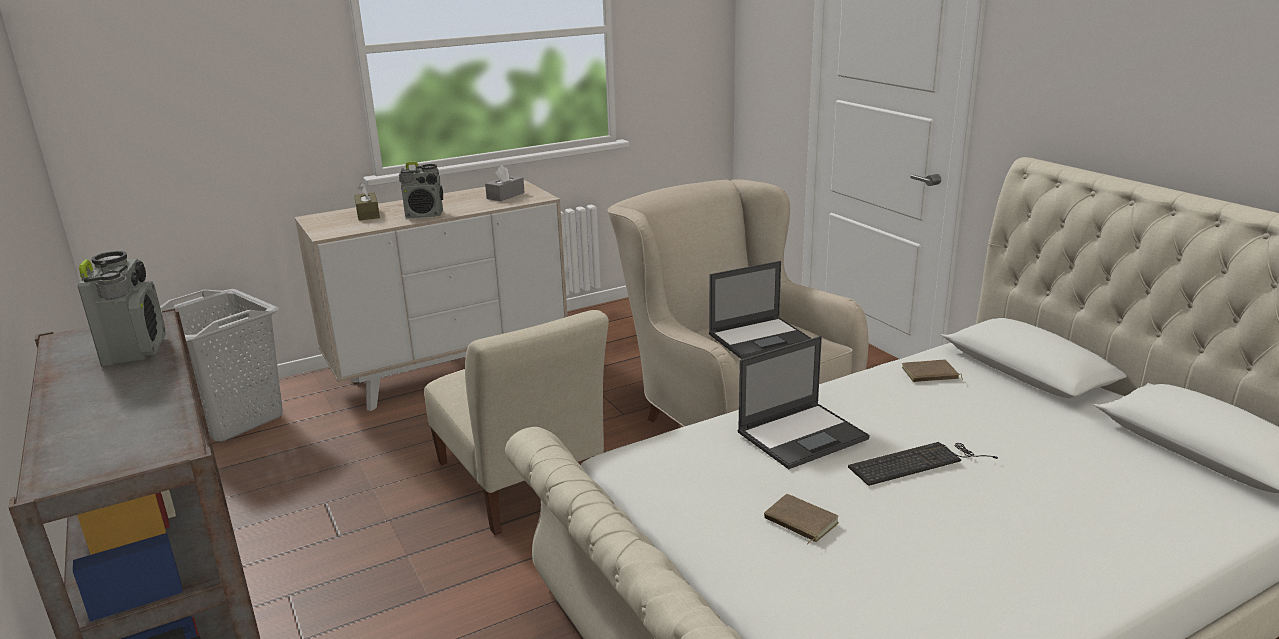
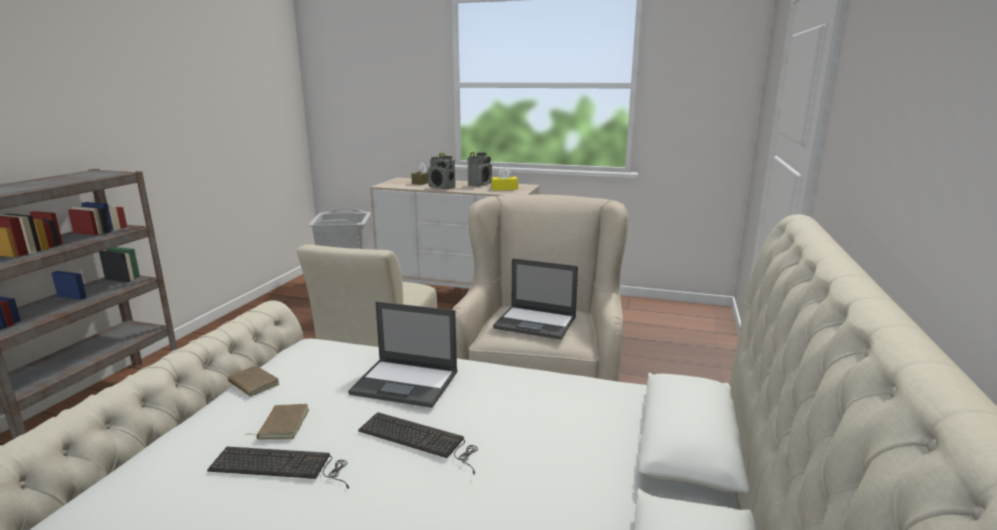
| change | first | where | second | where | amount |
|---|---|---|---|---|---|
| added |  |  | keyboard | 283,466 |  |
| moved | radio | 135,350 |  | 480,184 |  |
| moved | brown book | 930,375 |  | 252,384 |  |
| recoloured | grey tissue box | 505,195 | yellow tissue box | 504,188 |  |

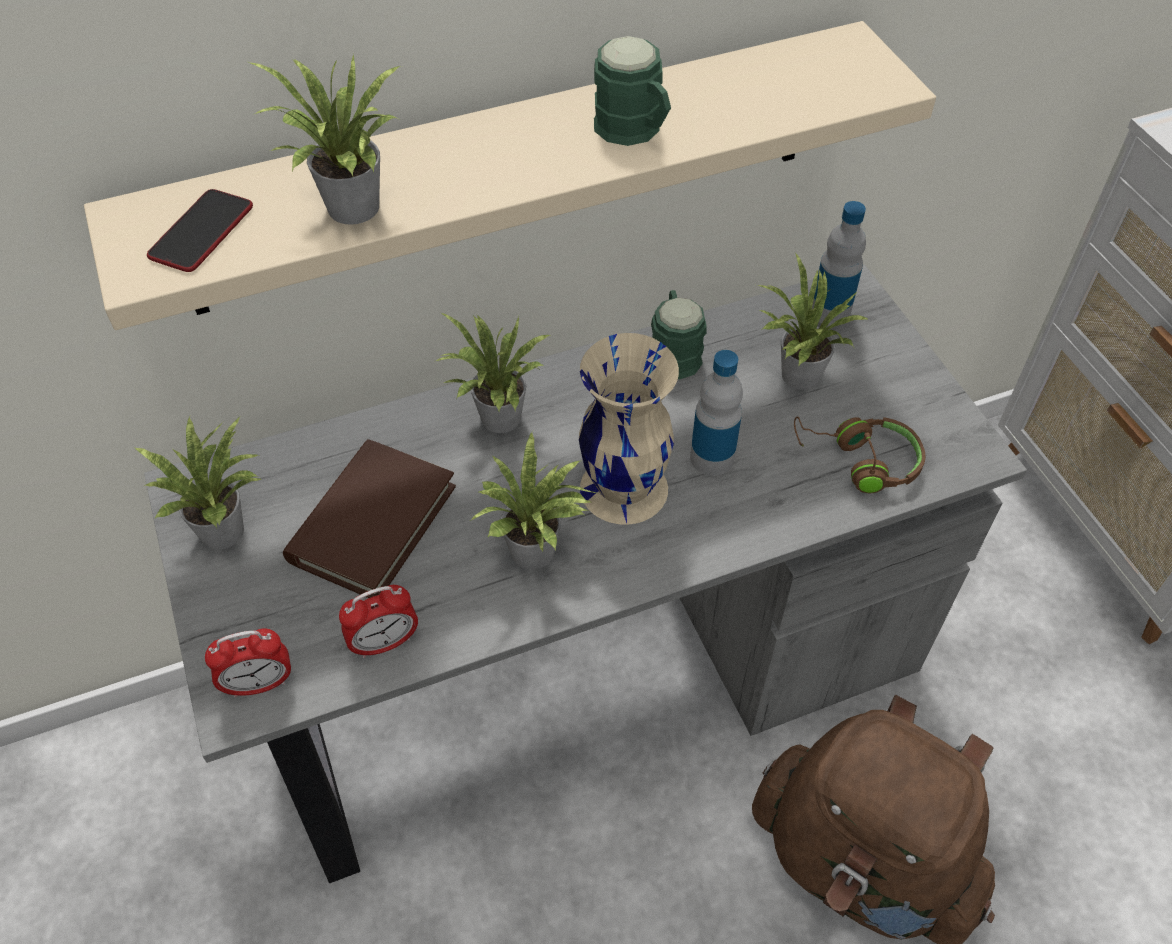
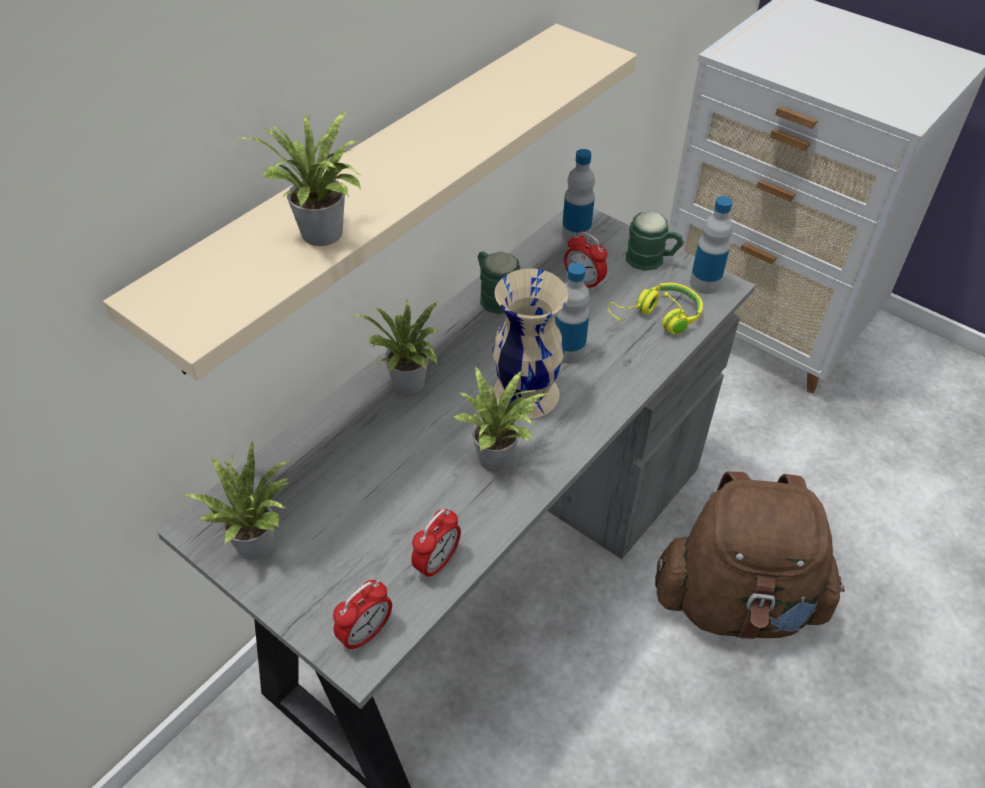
| change | first | where | second | where | amount |
|---|---|---|---|---|---|
| removed | phone | 201,232 |  |  |  |
| removed | brown book | 372,523 |  |  |  |
| added |  |  | bottle | 705,283 |  |
| moved | green mug | 635,131 |  | 652,260 |  |
| replaced | potted plant | 795,376 | alarm clock | 583,282 |  |
| recoloured | brown headphones | 859,461 | yellow headphones | 658,317 |  |

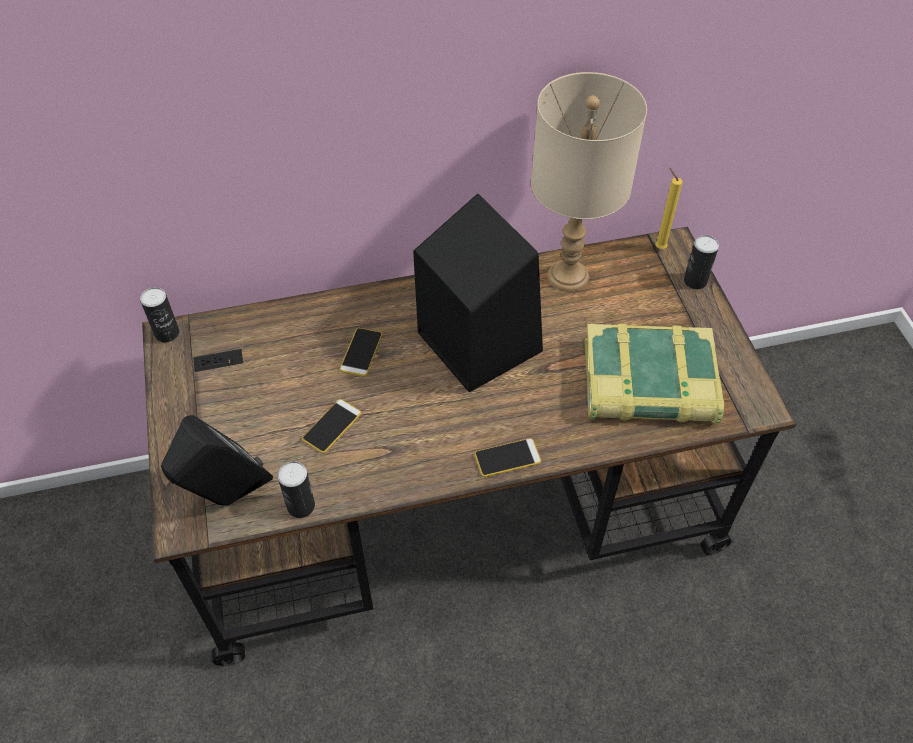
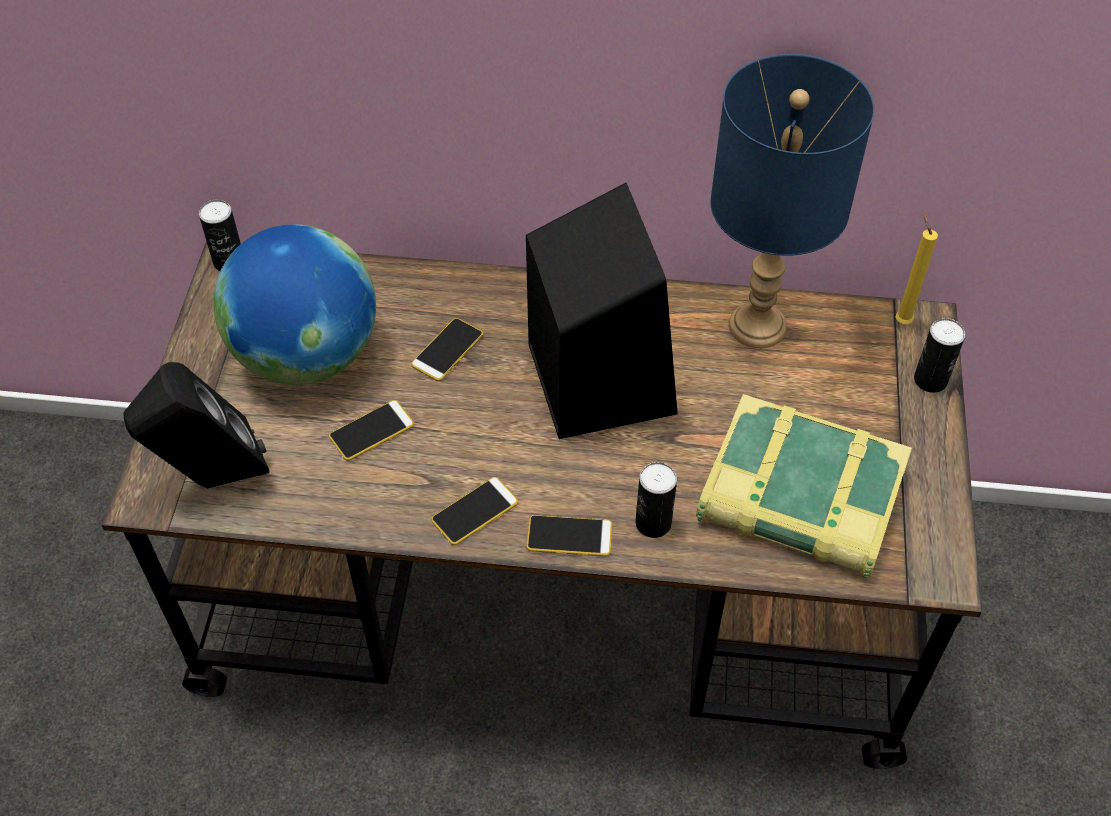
| change | first | where | second | where | amount |
|---|---|---|---|---|---|
| added |  |  | globe | 306,355 |  |
| added |  |  | phone | 474,511 |  |
| moved | can | 301,506 |  | 653,523 |  |
| recoloured | beige table lamp | 569,276 | blue table lamp | 758,326 |  |

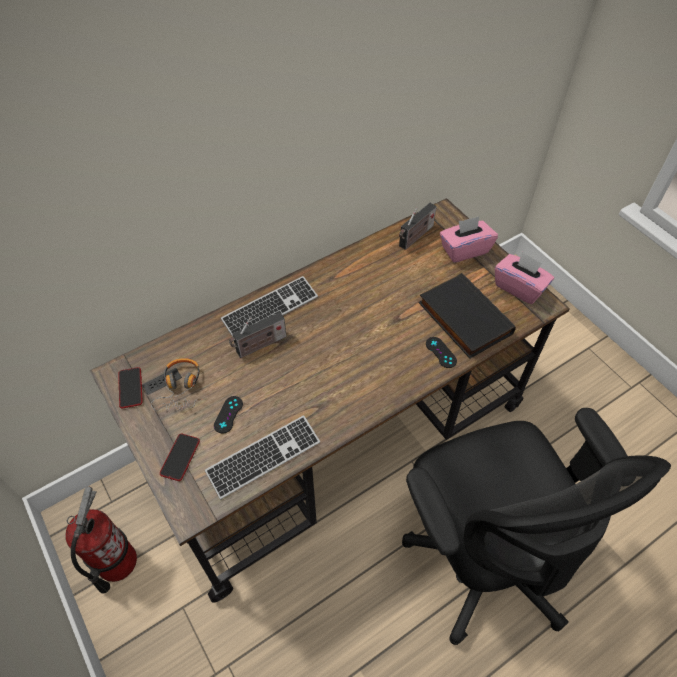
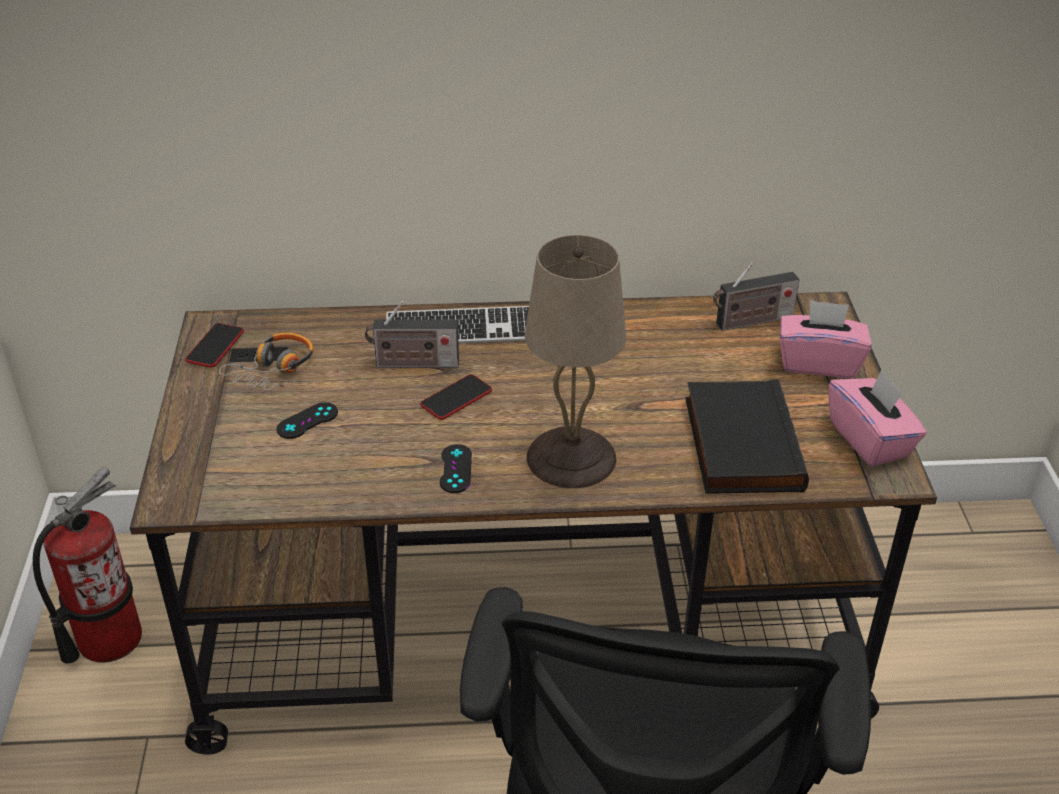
| change | first | where | second | where | amount |
|---|---|---|---|---|---|
| removed | keyboard | 263,457 |  |  |  |
| added |  |  | beige table lamp | 573,458 |  |
| moved | phone | 180,457 |  | 456,398 |  |
| moved | black game controller | 441,352 |  | 455,469 |  |

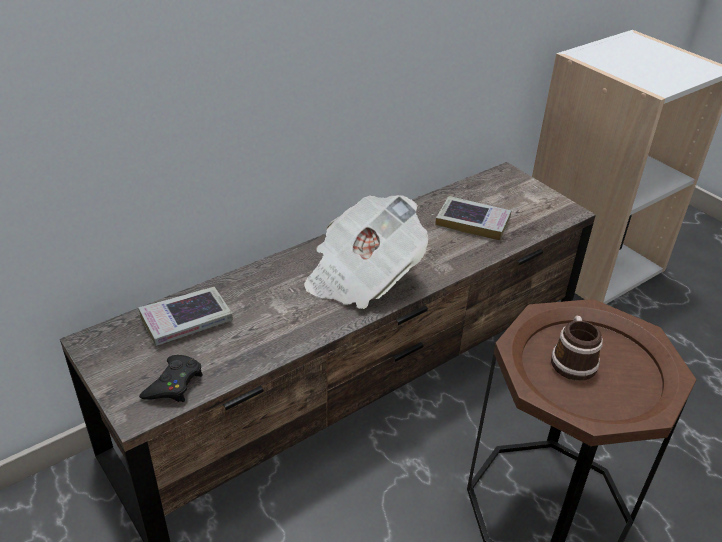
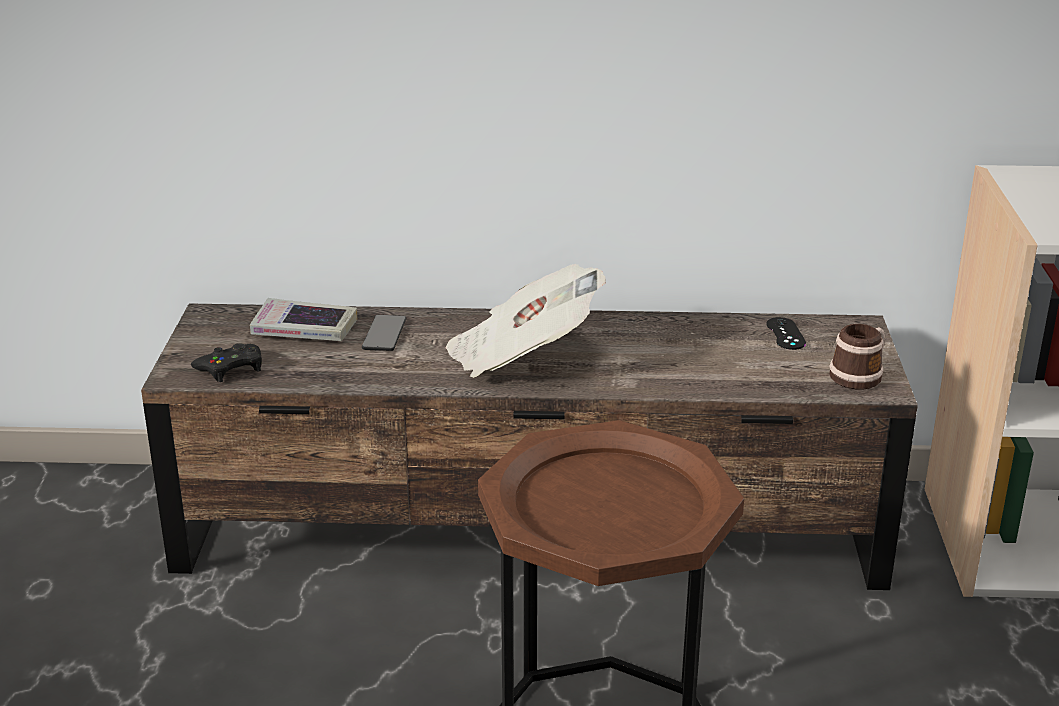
| change | first | where | second | where | amount |
|---|---|---|---|---|---|
| removed | book | 473,222 |  |  |  |
| added |  |  | phone | 384,334 |  |
| added |  |  | black game controller | 785,334 |  |
| moved | mug | 572,360 |  | 860,375 |  |

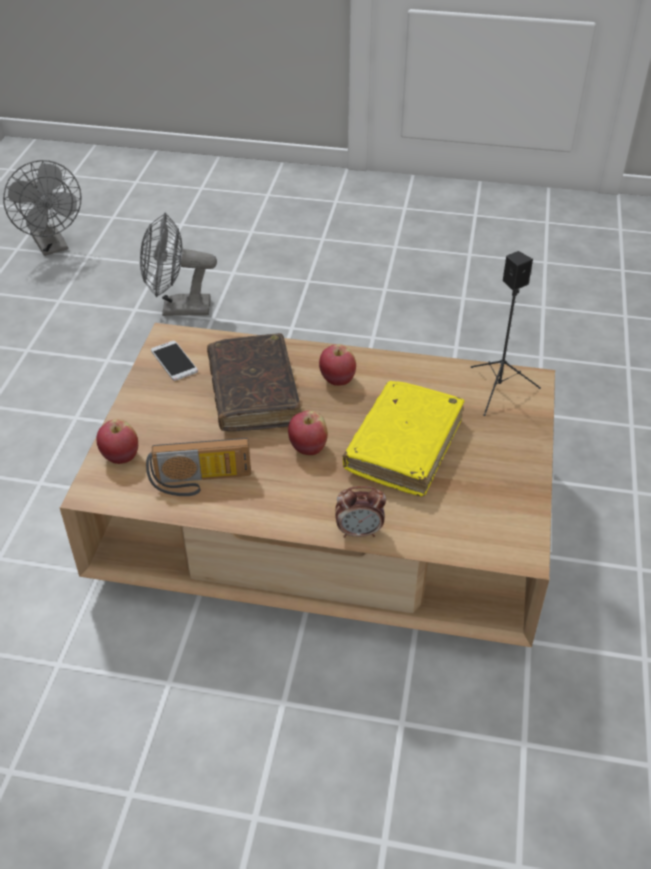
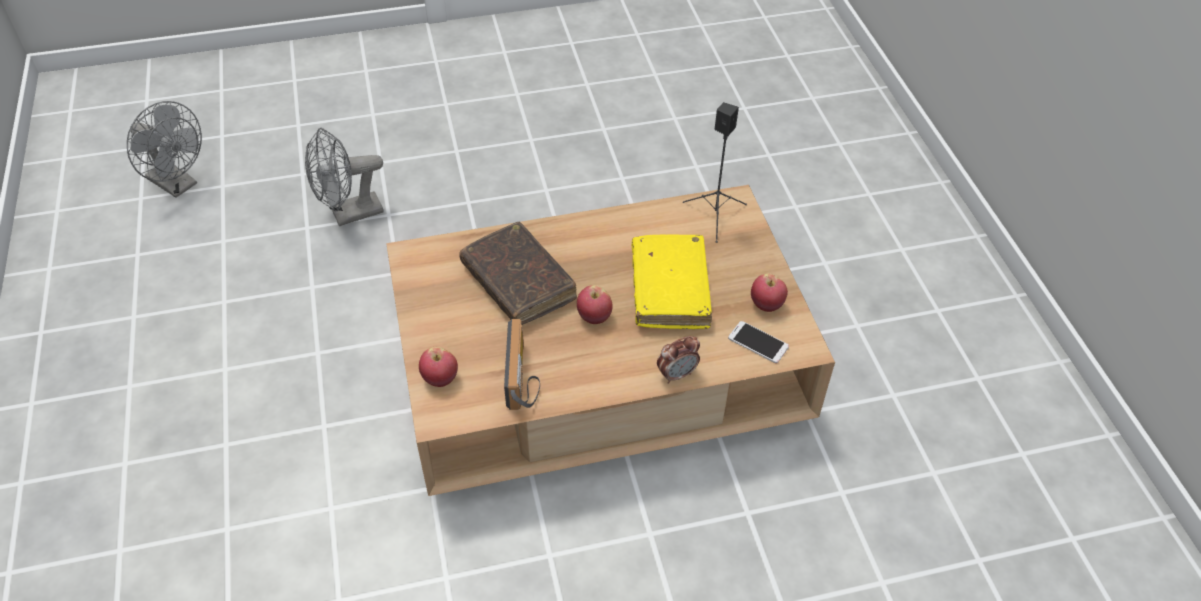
| change | first | where | second | where | amount |
|---|---|---|---|---|---|
| moved | phone | 174,361 |  | 758,342 |  |
| moved | apple | 337,380 |  | 766,305 |  |
| turned | radio | 200,482 |  | 524,378 | 60 degrees counterclockwise |

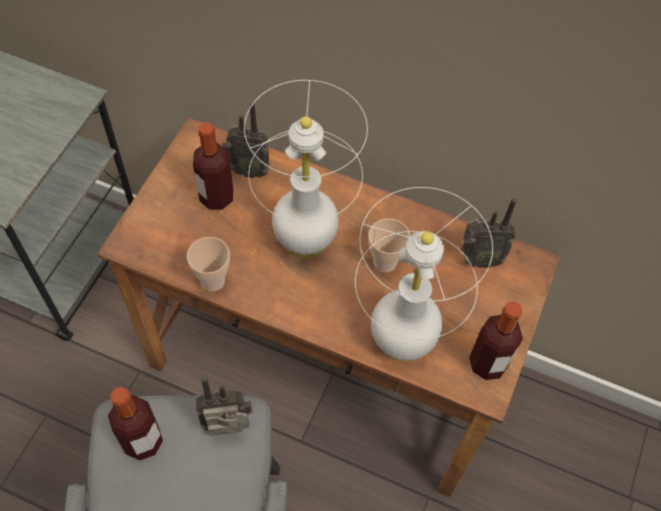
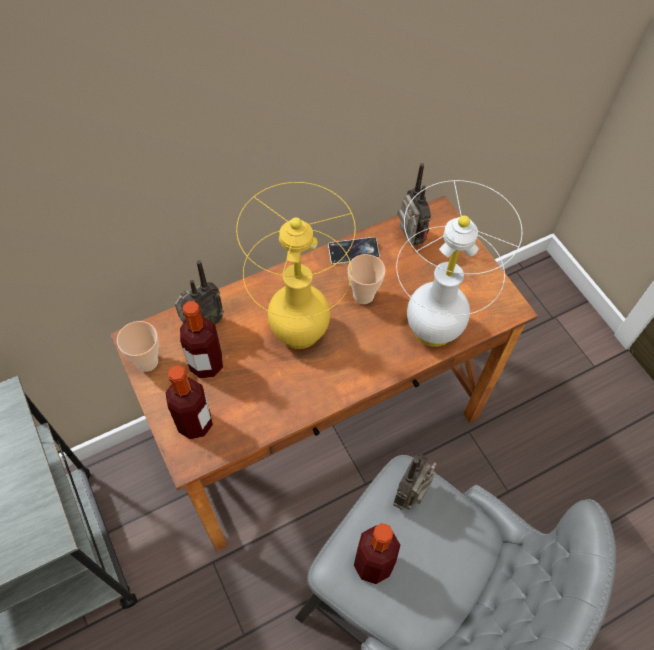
| change | first | where | second | where | amount |
|---|---|---|---|---|---|
| added |  |  | phone | 353,252 |  |
| moved | cup | 213,281 |  | 147,362 |  |
| moved | bottle | 487,363 |  | 195,423 |  |
| recoloured | white table lamp | 305,240 | yellow table lamp | 300,331 |  |
| turned | radio | 478,259 |  | 409,240 | 60 degrees counterclockwise |

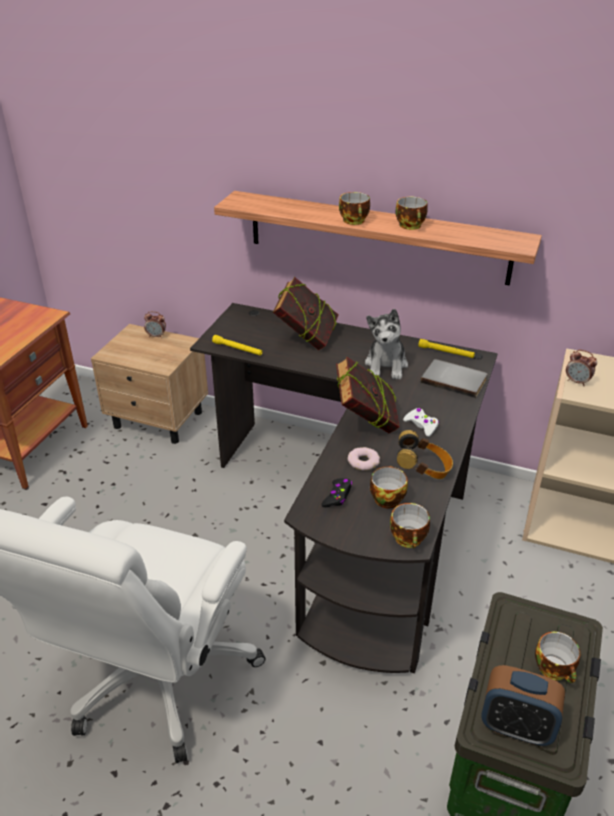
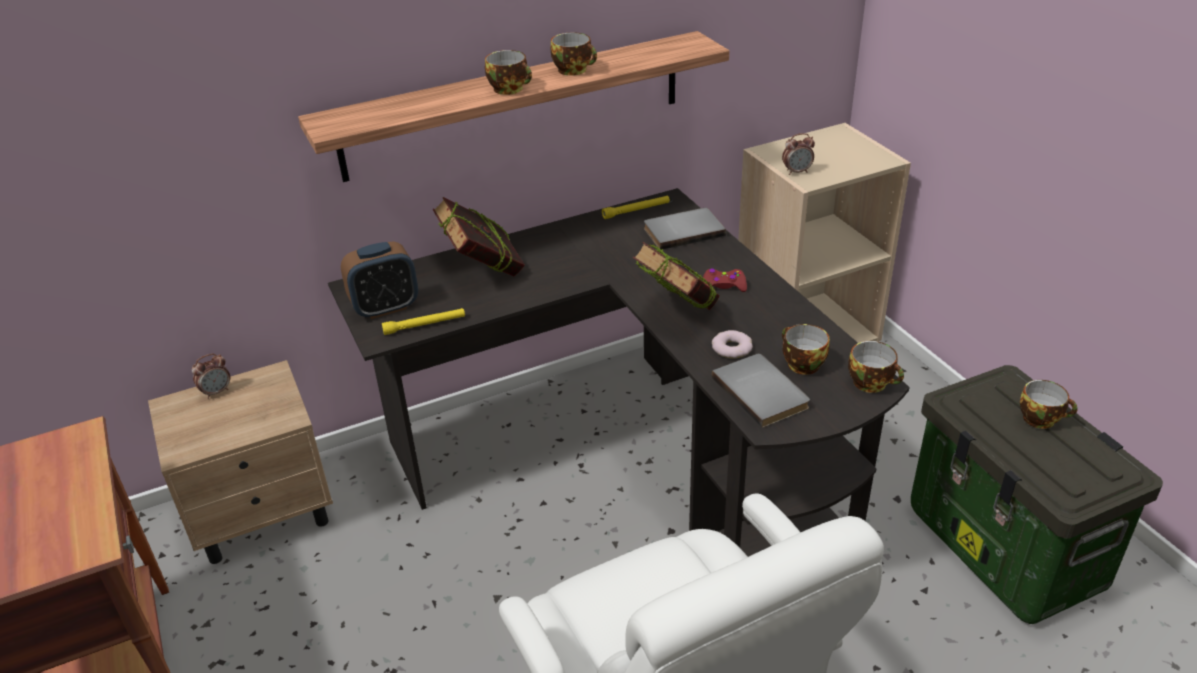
| change | first | where | second | where | amount |
|---|---|---|---|---|---|
| removed | plush toy | 386,365 |  |  |  |
| removed | headphones | 423,470 |  |  |  |
| moved | alarm clock | 516,726 |  | 385,308 |  |
| replaced | black game controller | 337,496 | grey book | 763,392 |  |
| recoloured | white game controller | 421,425 | red game controller | 723,286 |  |

